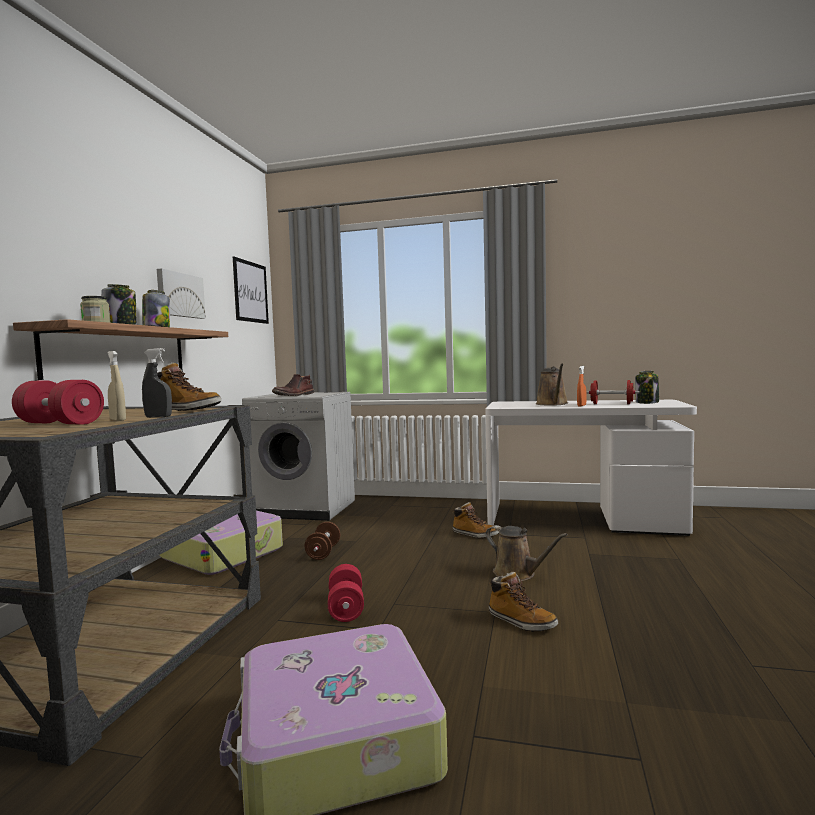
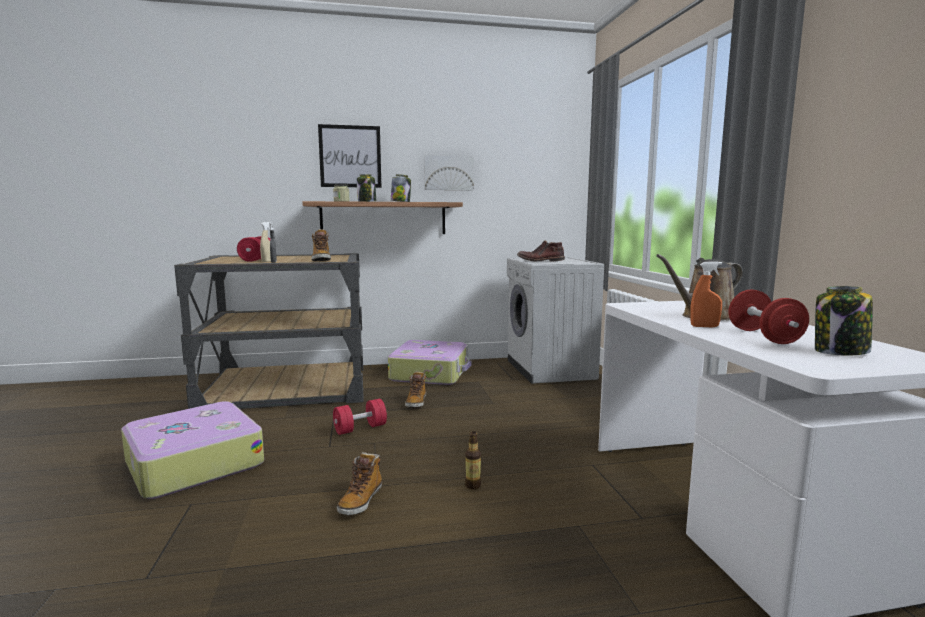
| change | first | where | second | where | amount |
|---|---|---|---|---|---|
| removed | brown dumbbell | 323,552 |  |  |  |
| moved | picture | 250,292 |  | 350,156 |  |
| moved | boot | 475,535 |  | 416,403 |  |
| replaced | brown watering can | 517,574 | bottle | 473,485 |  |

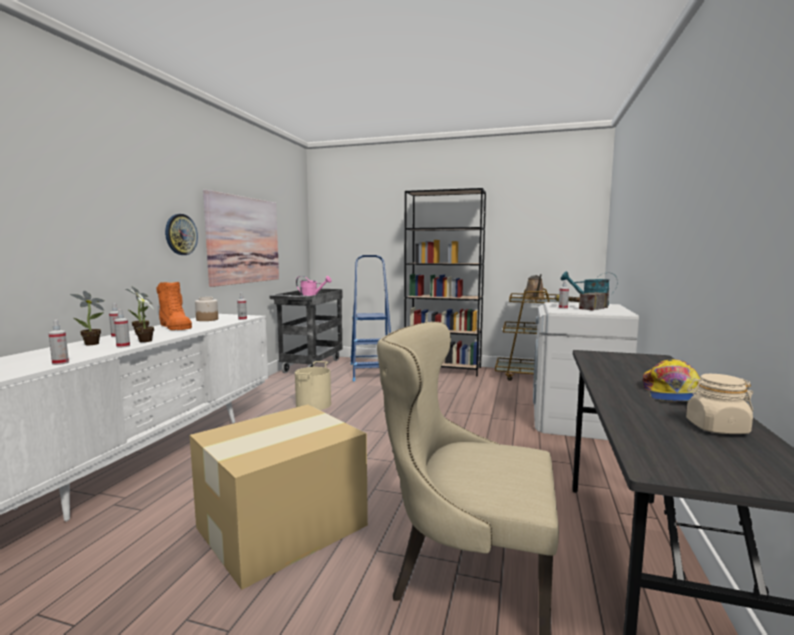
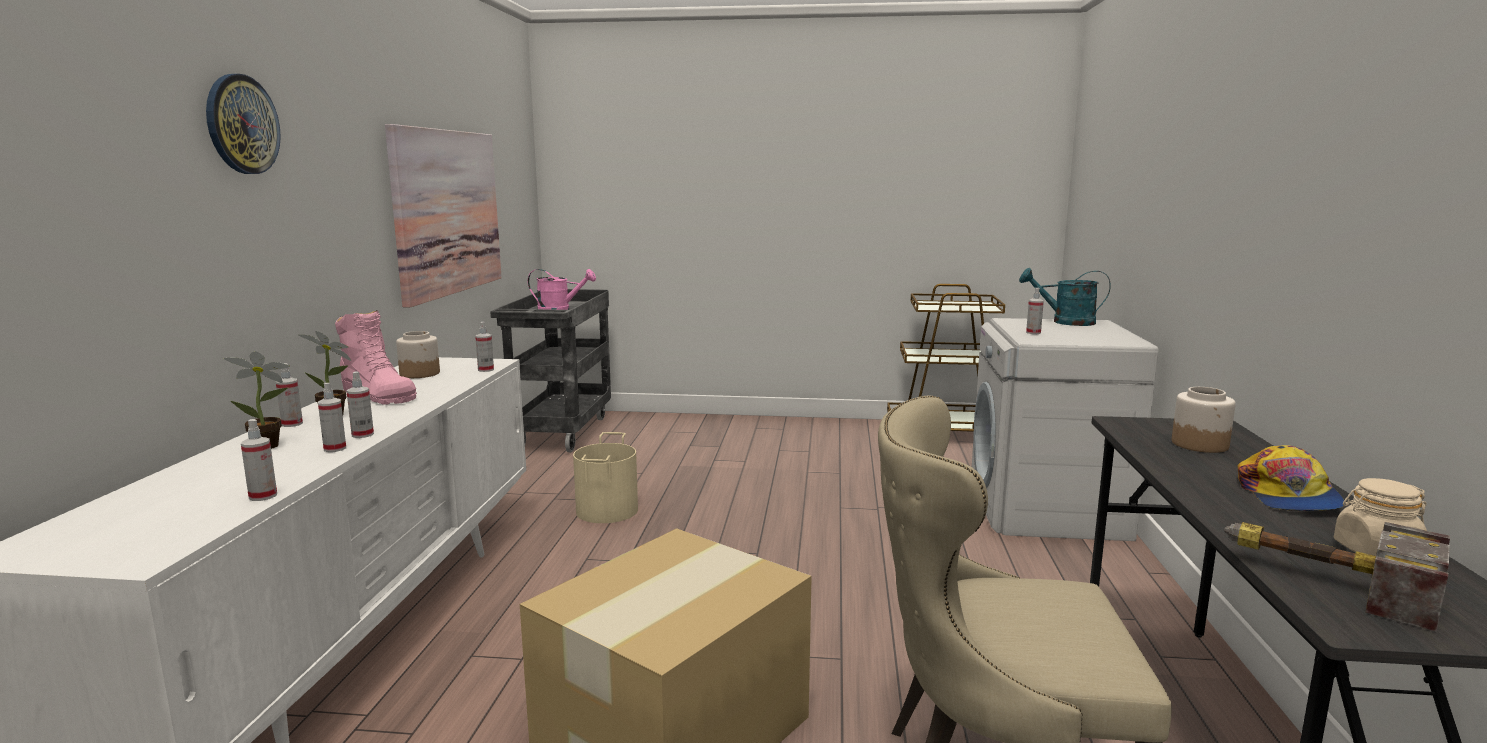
| change | first | where | second | where | amount |
|---|---|---|---|---|---|
| removed | blue step ladder | 371,371 |  |  |  |
| removed | beige bookcase | 443,369 |  |  |  |
| removed | brown watering can | 534,299 |  |  |  |
| added |  |  | jar | 1200,444 |  |
| moved | wall clock | 181,234 |  | 241,124 |  |
| moved | hammer | 576,306 |  | 1322,578 |  |
| replaced | potted plant | 144,341 | spray bottle | 362,435 |  |
| recoloured | orange boot | 175,327 | pink boot | 378,395 |  |

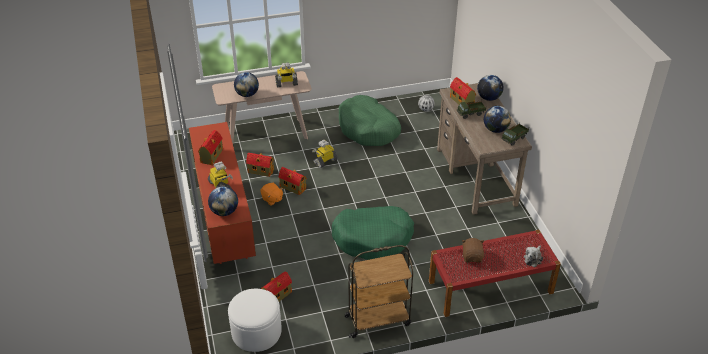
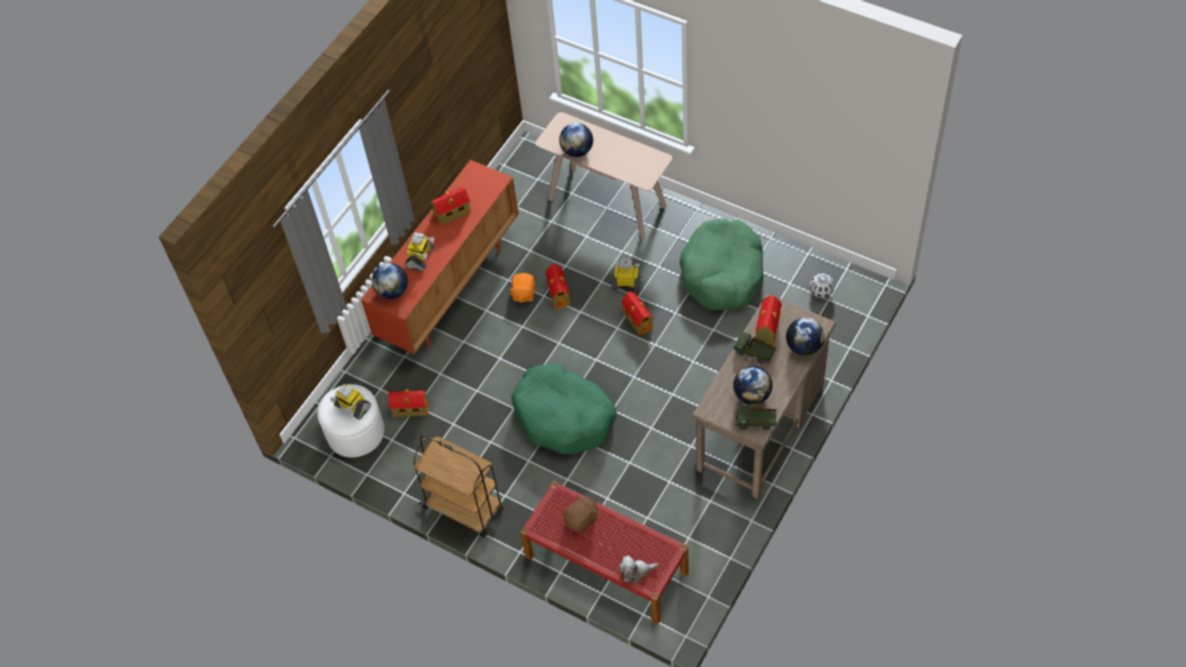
| change | first | where | second | where | amount |
|---|---|---|---|---|---|
| moved | toy house | 260,171 |  | 637,319 |  |
| moved | toy robot | 286,83 |  | 352,407 |  |

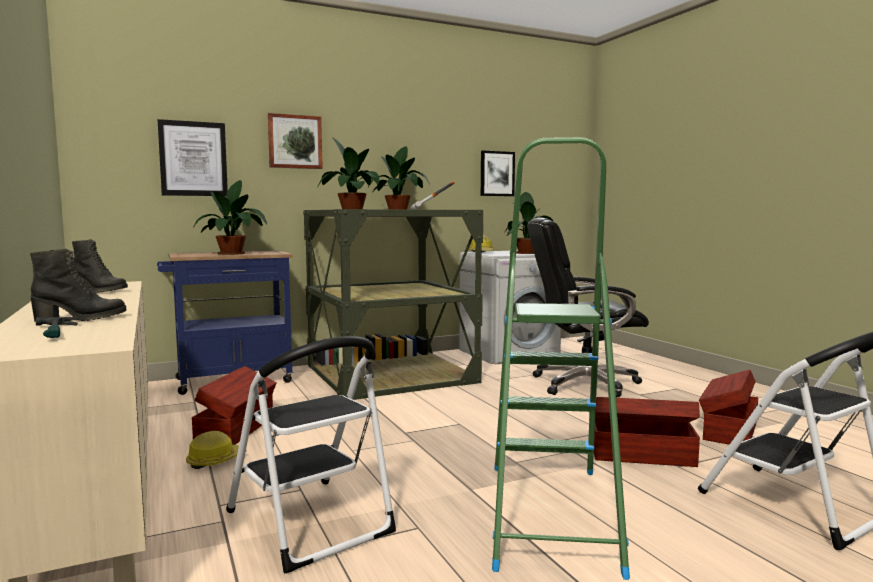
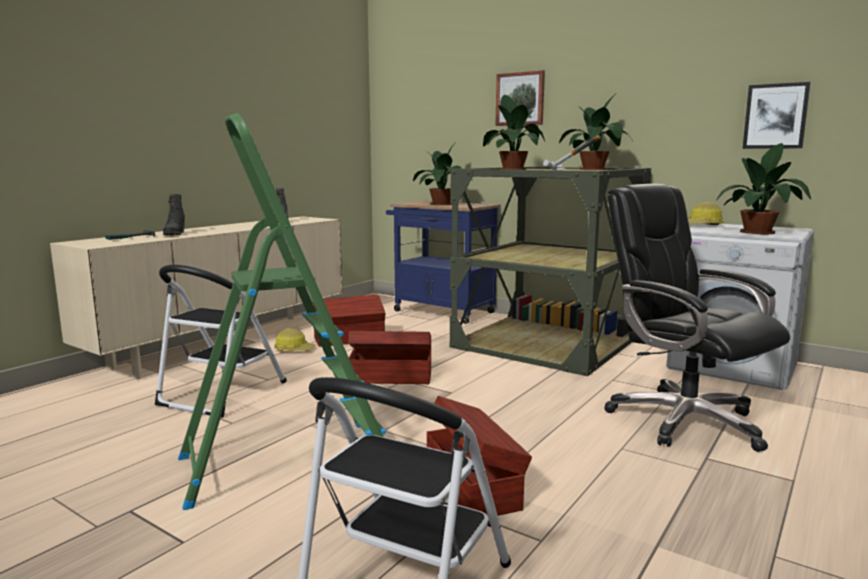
| change | first | where | second | where | amount |
|---|---|---|---|---|---|
| removed | picture | 193,159 |  |  |  |
| moved | brown storage box | 729,430 |  | 390,376 |  |
| turned | black boot | 80,319 |  | 174,234 | 45 degrees clockwise |

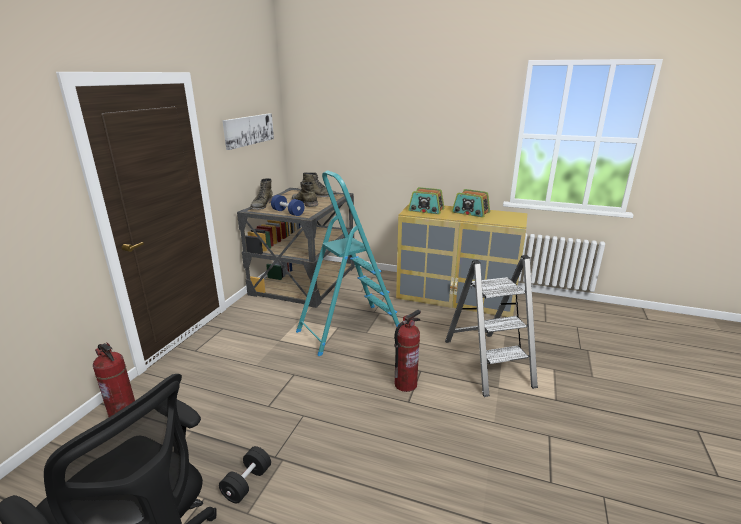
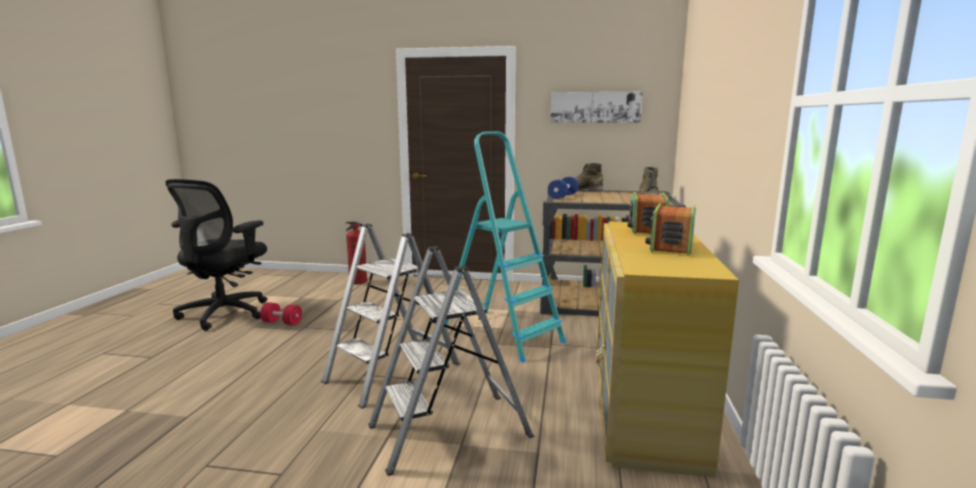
| change | first | where | second | where | amount |
|---|---|---|---|---|---|
| removed | green boot | 304,203 |  |  |  |
| replaced | fire extinguisher | 405,384 | grey step ladder | 394,372 |  |
| recoloured | black dumbbell | 247,483 | red dumbbell | 282,322 |  |

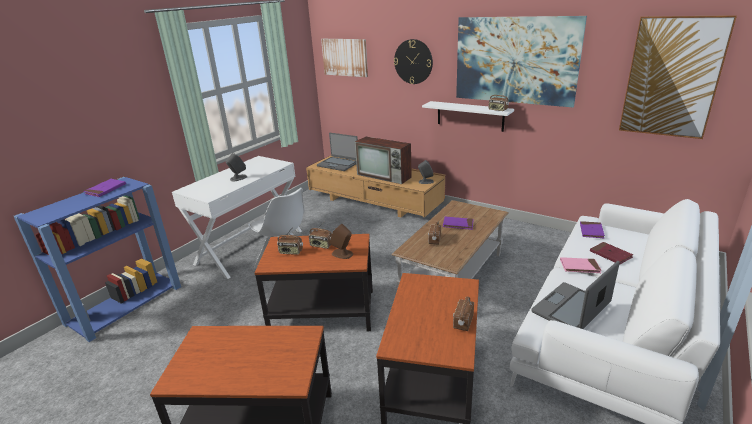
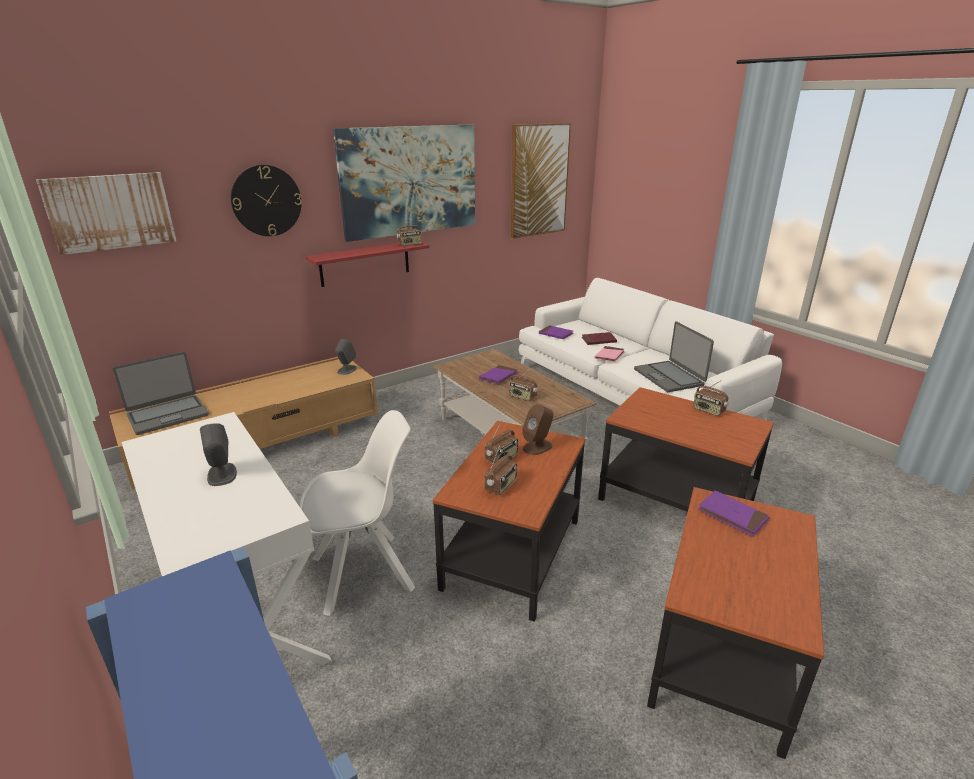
| change | first | where | second | where | amount |
|---|---|---|---|---|---|
| removed | television | 385,176 |  |  |  |
| moved | purple book | 106,189 |  | 732,515 |  |
| recoloured | white shelf | 470,116 | red shelf | 365,263 |  |

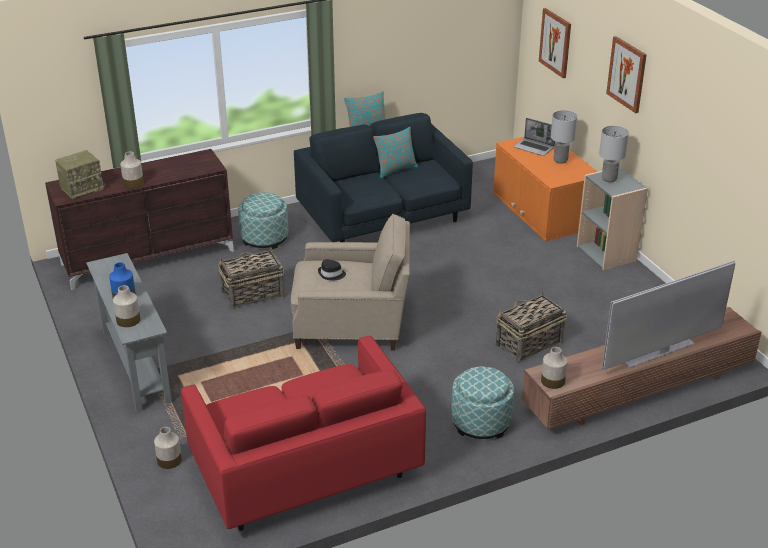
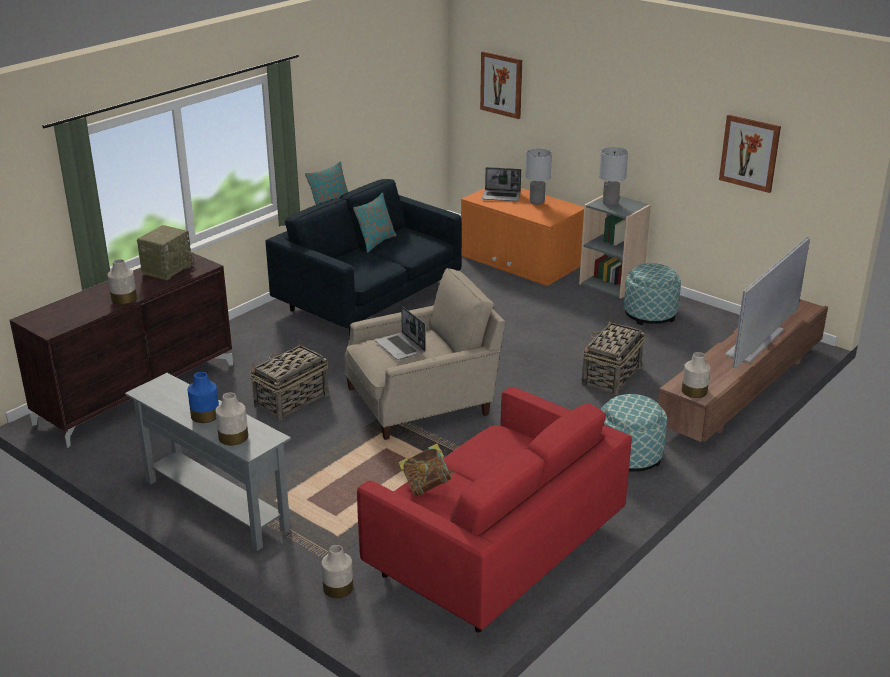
| change | first | where | second | where | amount |
|---|---|---|---|---|---|
| added |  |  | book | 426,486 |  |
| moved | radio | 82,188 |  | 167,269 |  |
| moved | ottoman | 264,238 |  | 650,314 |  |
| moved | picture | 627,74 |  | 750,153 |  |
| replaced | black hat | 331,274 | laptop | 401,347 |  |

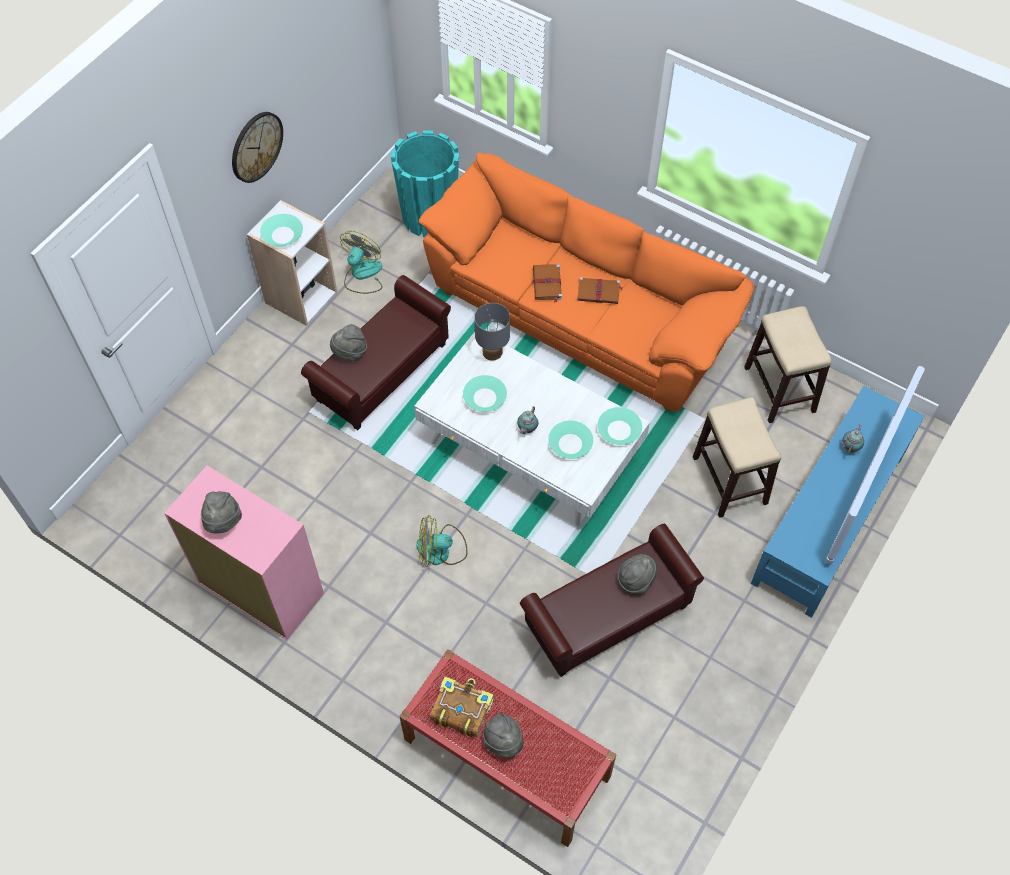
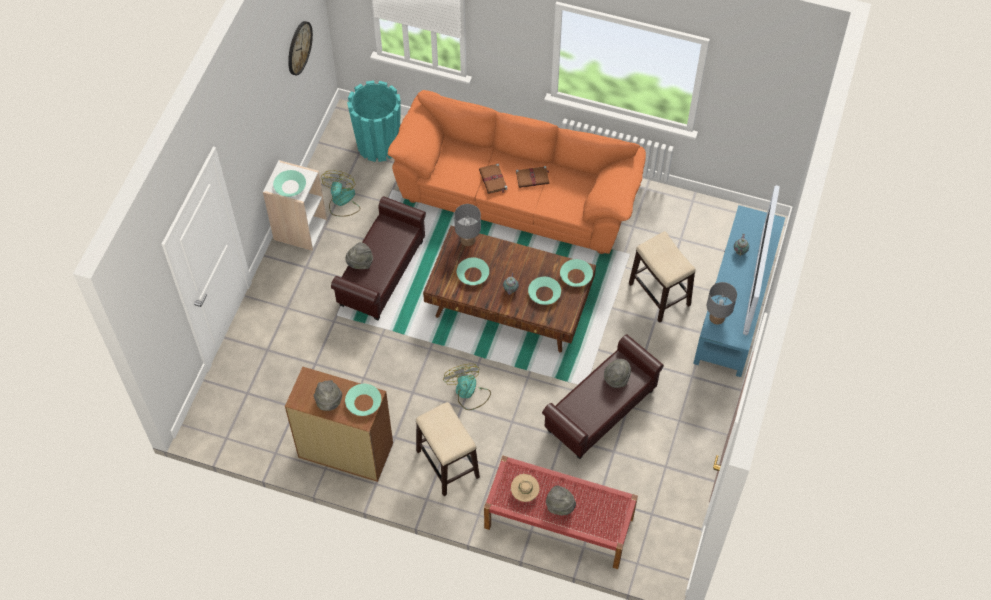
| change | first | where | second | where | amount |
|---|---|---|---|---|---|
| added |  |  | turquoise bowl | 363,402 |  |
| added |  |  | grey table lamp | 717,317 |  |
| moved | wall clock | 256,146 |  | 299,48 |  |
| moved | stool | 779,389 |  | 447,463 |  |
| replaced | book | 461,709 | beige hat | 524,492 |  |
| recoloured | pink cabinet | 260,587 | brown cabinet | 345,450 |  |
| recoloured | white coffee table | 530,448 | brown coffee table | 509,304 |  |
| turned | fan | 441,550 |  | 468,392 | 90 degrees clockwise |

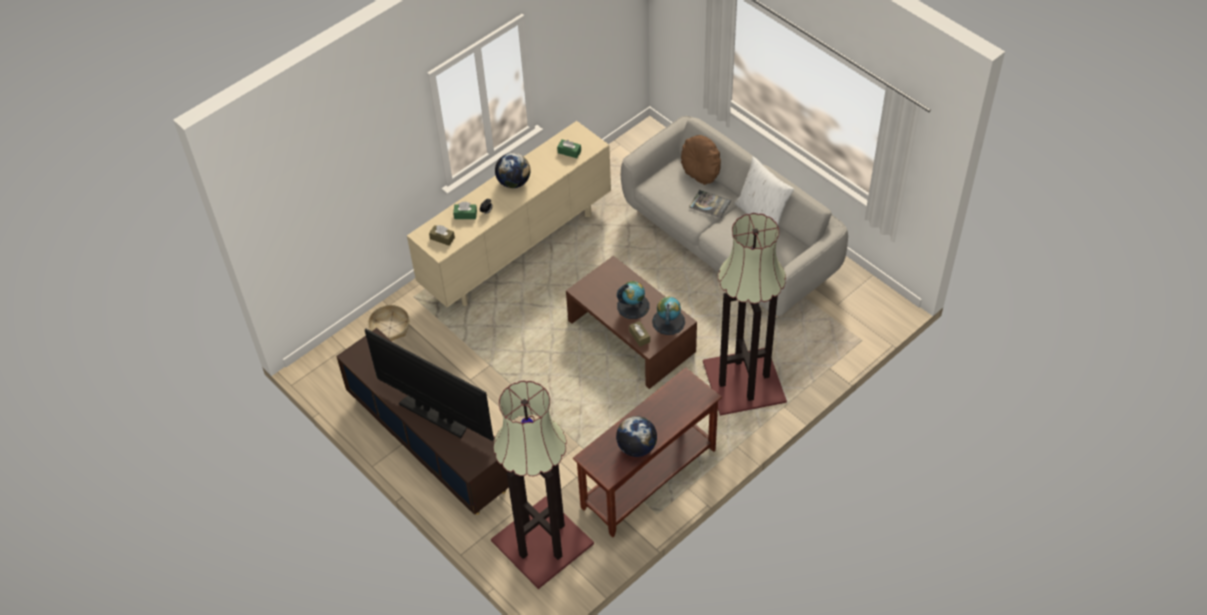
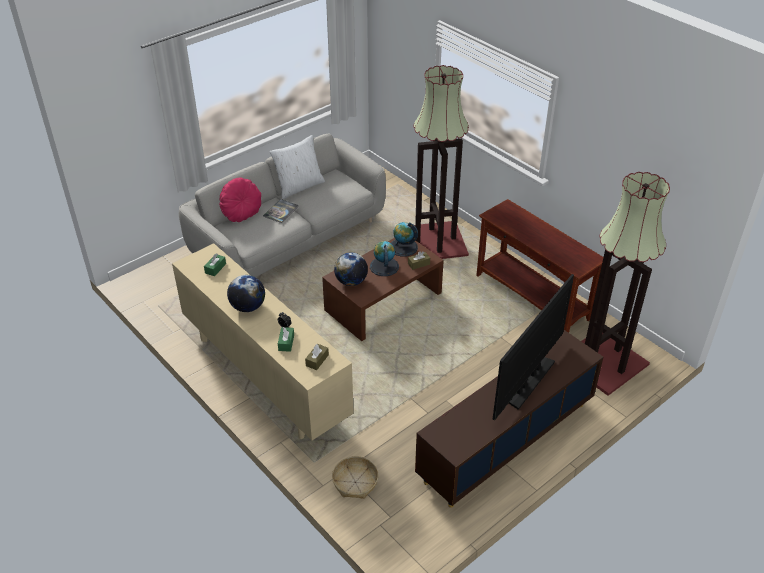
| change | first | where | second | where | amount |
|---|---|---|---|---|---|
| moved | globe | 636,447 |  | 351,282 |  |
| recoloured | brown pillow | 700,174 | pink pillow | 242,215 |  |

